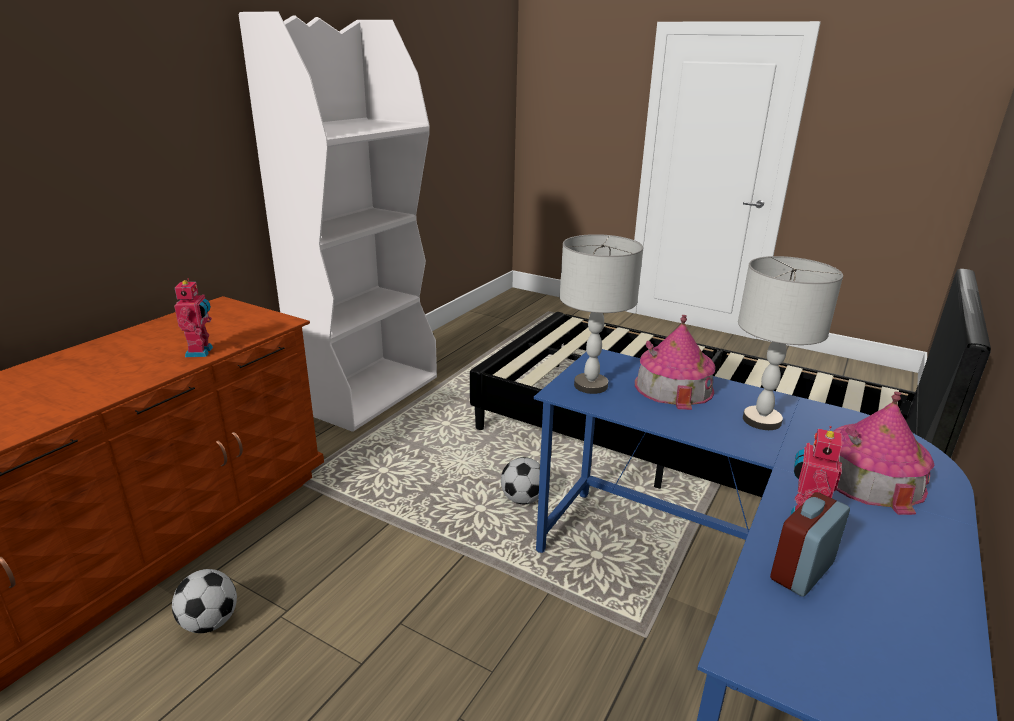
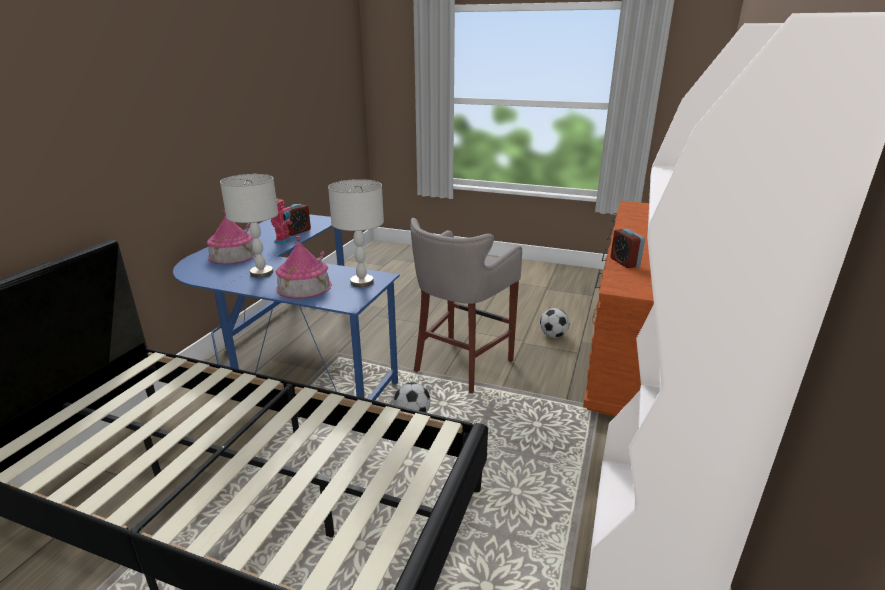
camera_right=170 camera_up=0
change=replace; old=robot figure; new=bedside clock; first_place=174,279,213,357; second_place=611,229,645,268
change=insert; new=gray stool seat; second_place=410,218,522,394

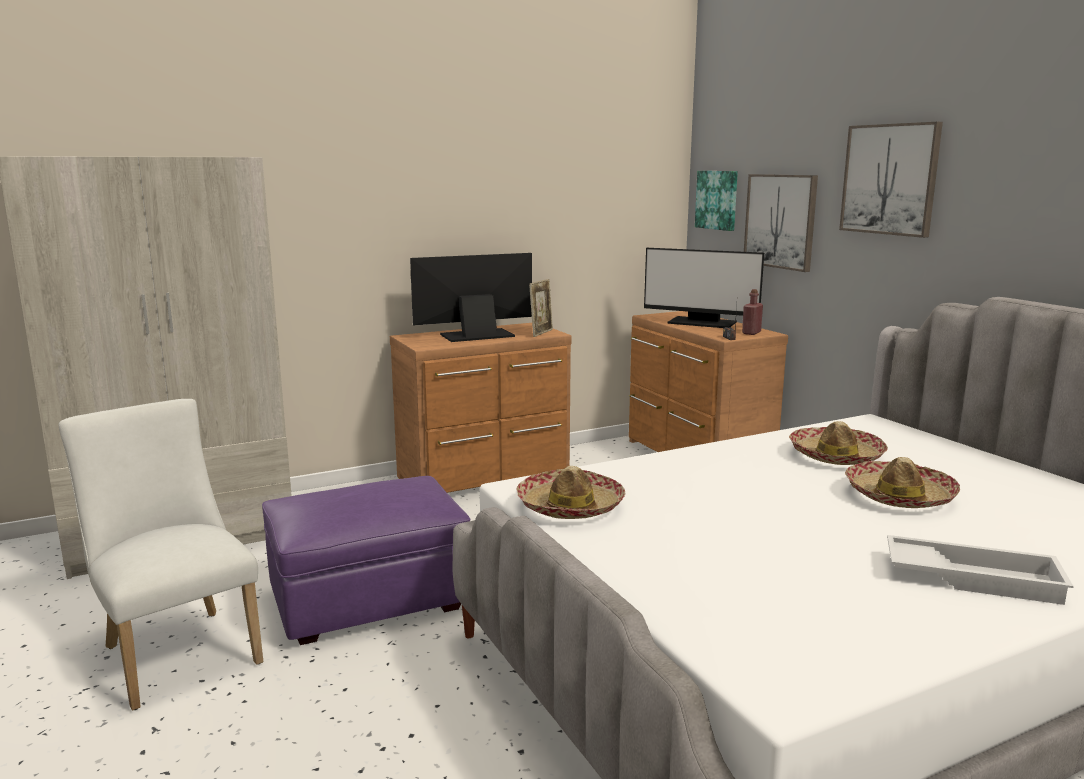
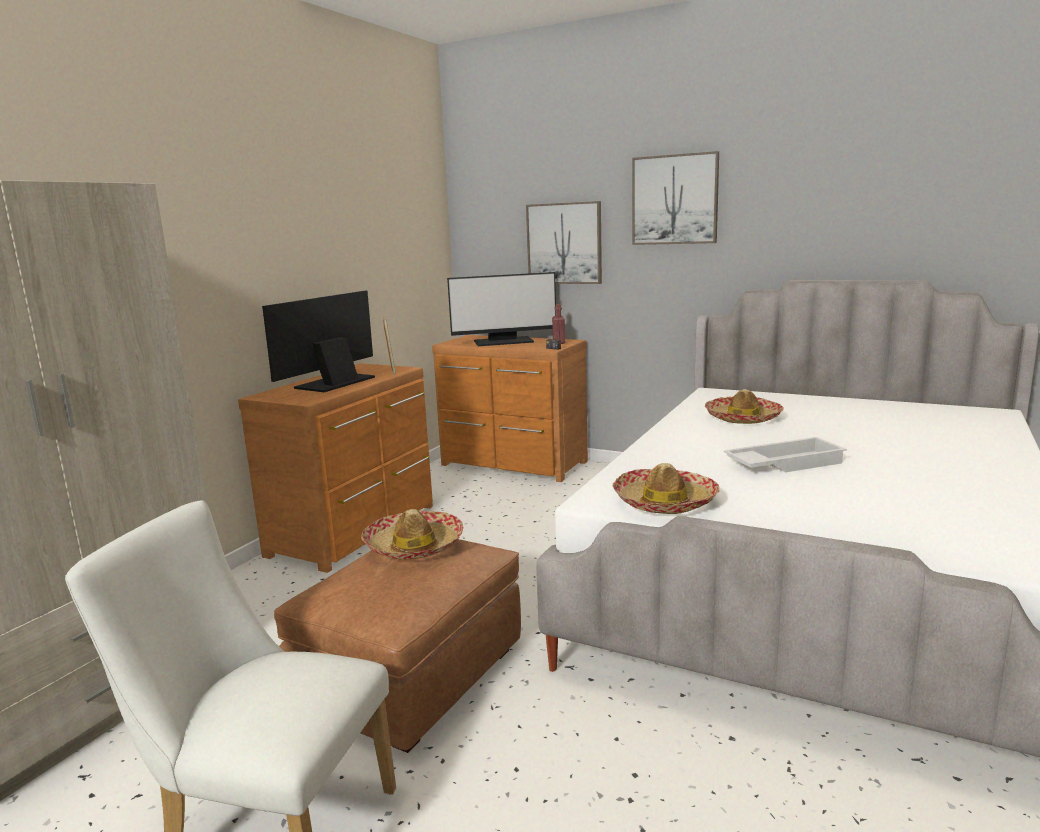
camera_right=-35 camera_up=0
change=recolor; old=purple-coloured ottoman; new=brown-coloured ottoman; first_place=262,476,470,645; second_place=274,539,521,753
change=delete; old=wall picture; first_place=695,171,738,231
change=move; old=wearable hat; first_place=845,457,960,508; second_place=361,509,463,560
change=move; old=white carrying tray; first_place=887,535,1074,605; second_place=723,437,847,472

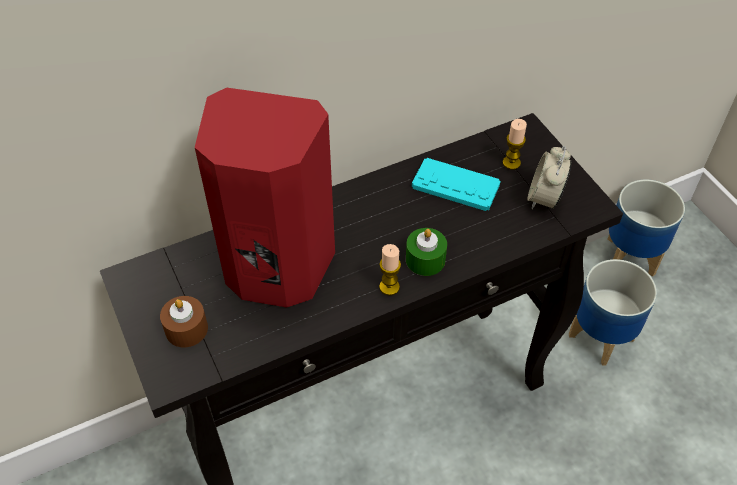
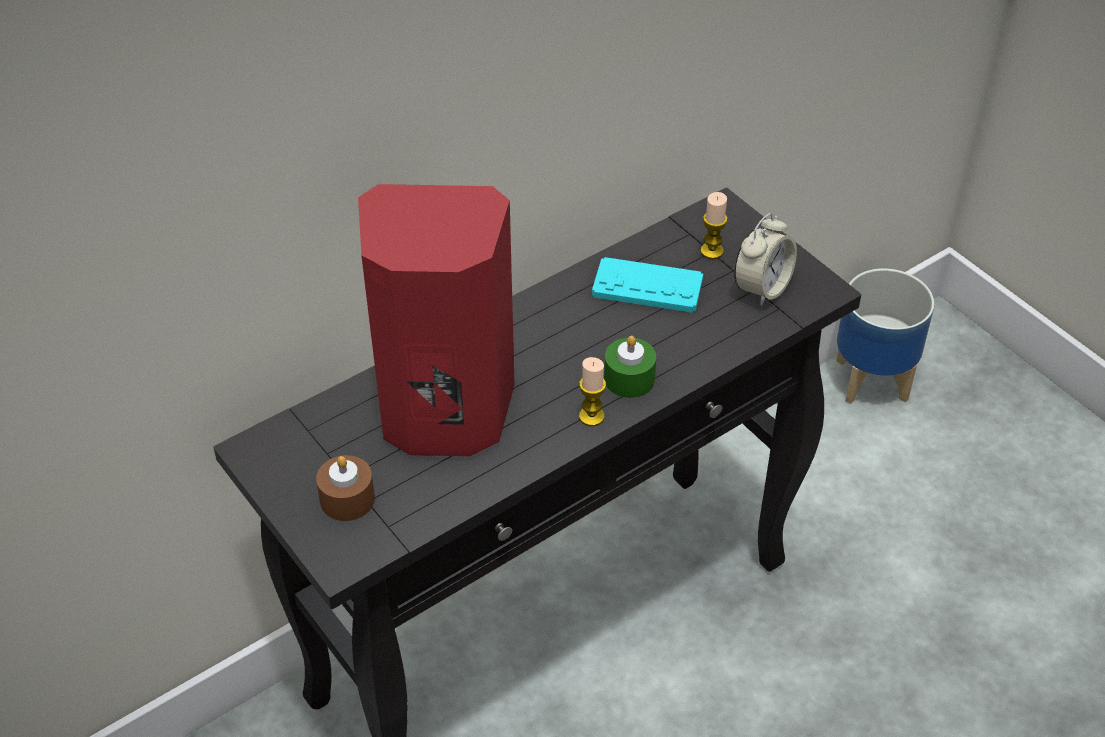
camera_right=-10 camera_up=-5
change=rotate; old=bedside clock; first_place=527,146,572,209; second_place=734,213,797,306; degrees=-150
change=delete; old=planter; first_place=569,259,657,366

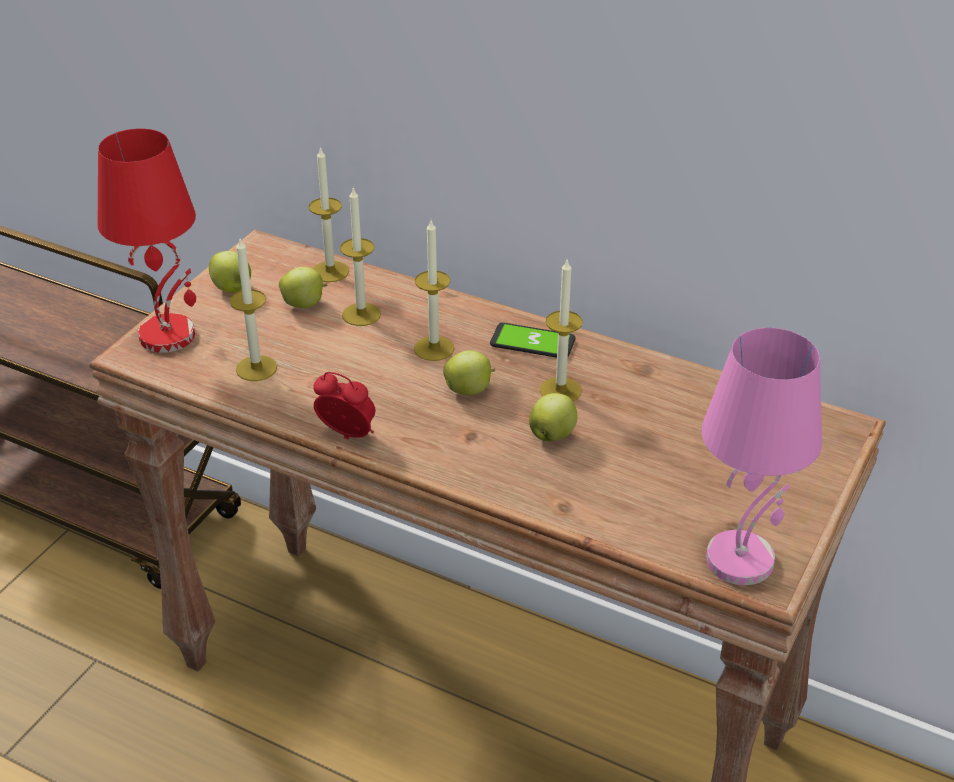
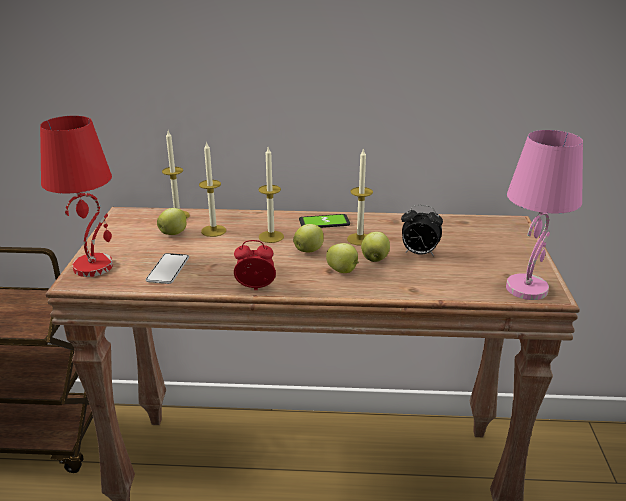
camera_right=-25 camera_up=-10
change=move; old=apple; first_place=209,251,251,293; second_place=326,243,359,273
change=replace; old=wax light; new=phone; first_place=229,239,277,381; second_place=146,253,189,284
change=insert; new=bedside clock; second_place=401,205,443,256

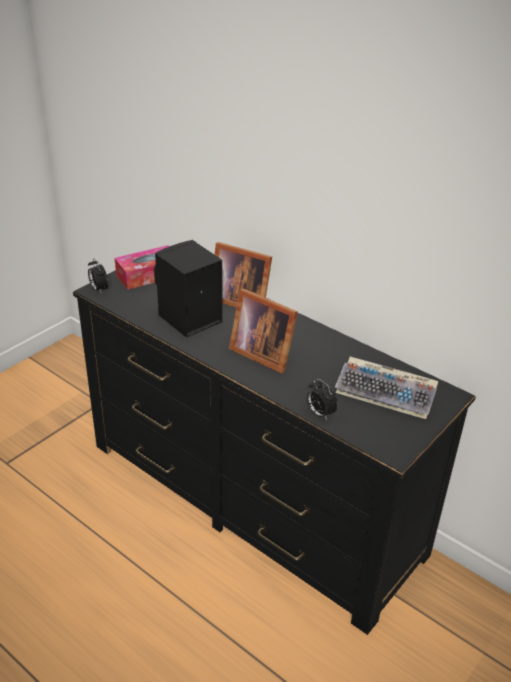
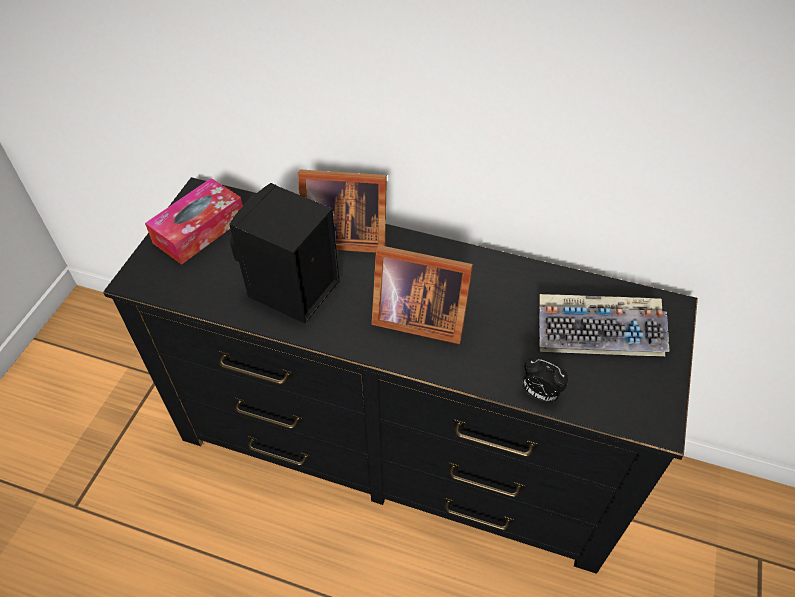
camera_right=-20 camera_up=15
change=delete; old=bedside clock; first_place=88,258,109,294

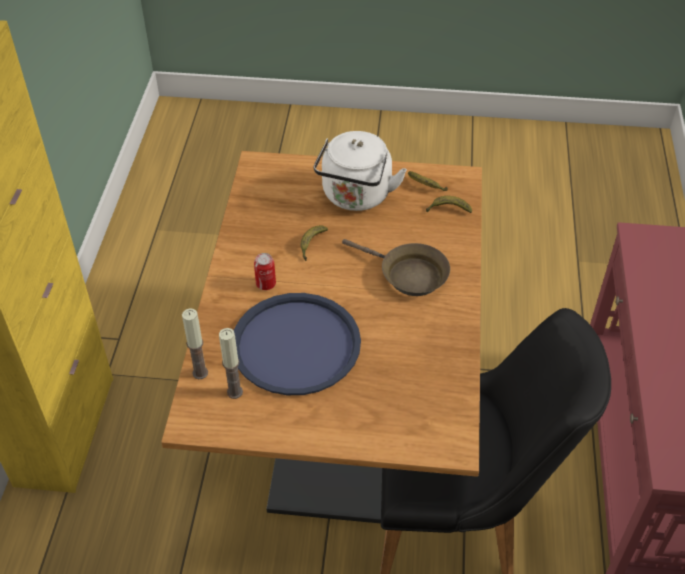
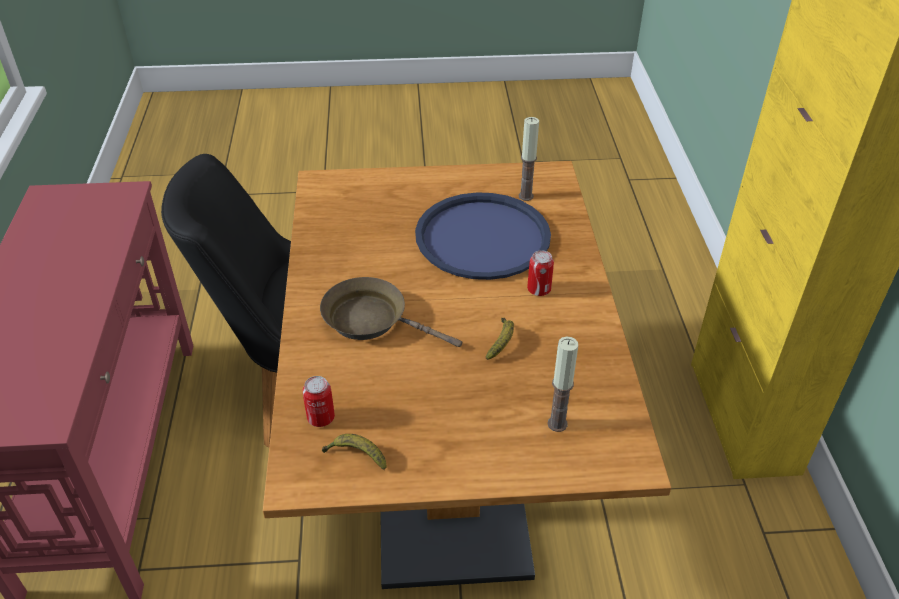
camera_right=170 camera_up=-5
change=move; old=wax light; first_place=182,309,208,379; second_place=547,336,578,432
change=delete; old=white tea kettle; first_place=314,131,407,211
change=replace; old=banana; new=metal can; first_place=426,196,472,213; second_place=303,376,335,427

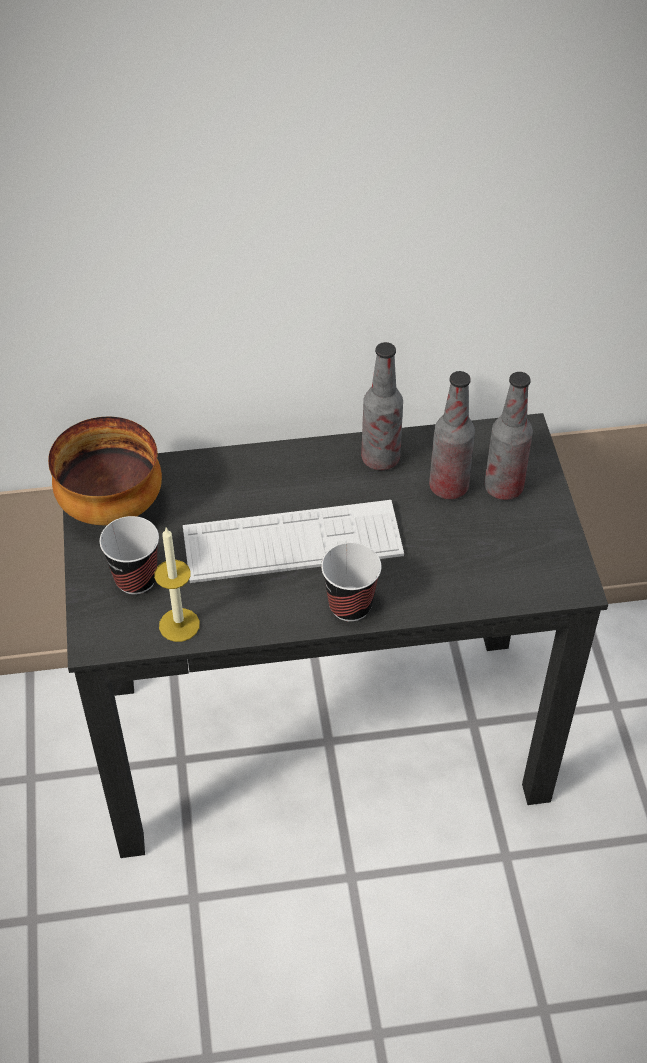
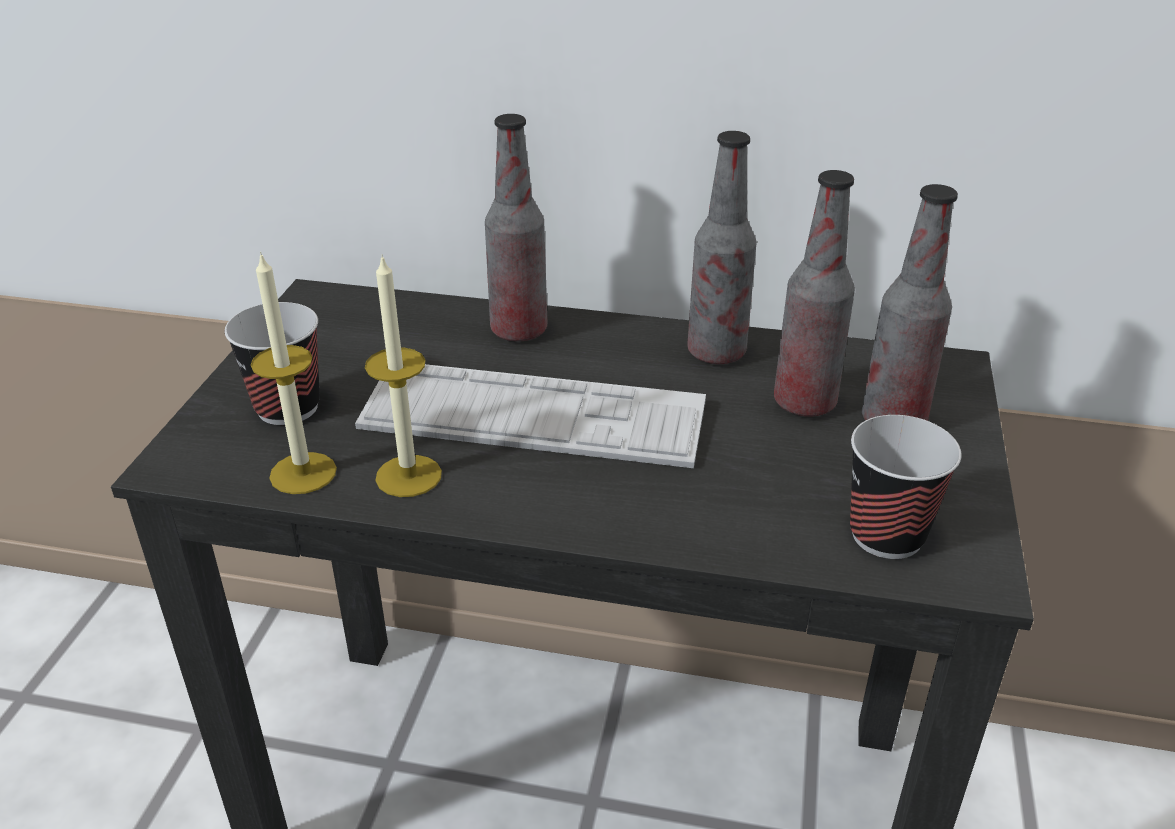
camera_right=20 camera_up=-15
change=delete; old=serving bowl; first_place=48,417,162,525
change=move; old=cup; first_place=321,542,381,622; second_place=850,415,962,559
change=insert; new=wax light; second_place=365,254,442,497
change=insert; new=beverage bottle; second_place=485,114,547,341

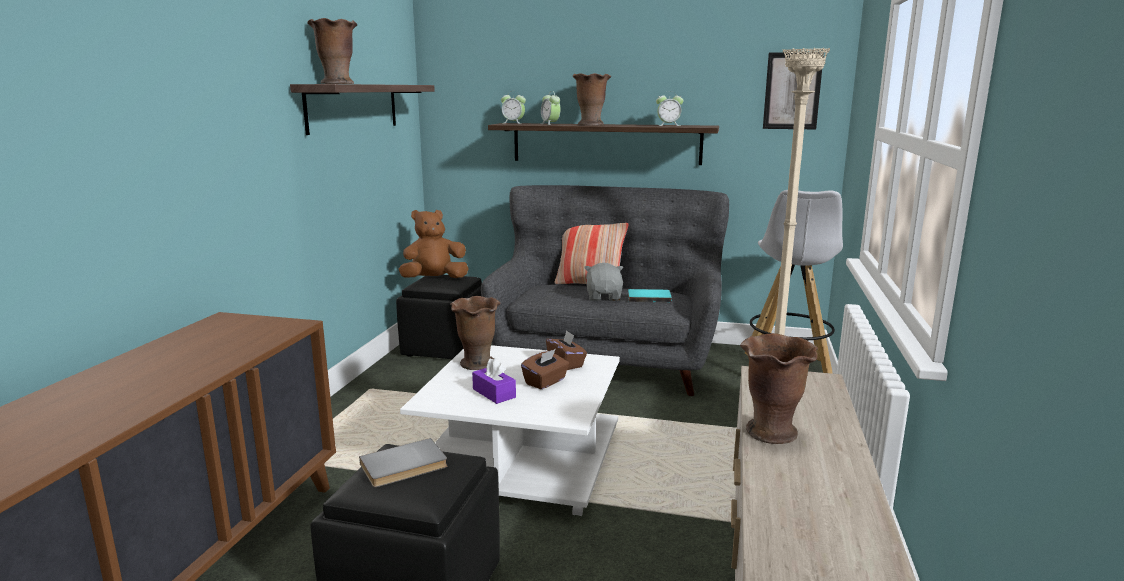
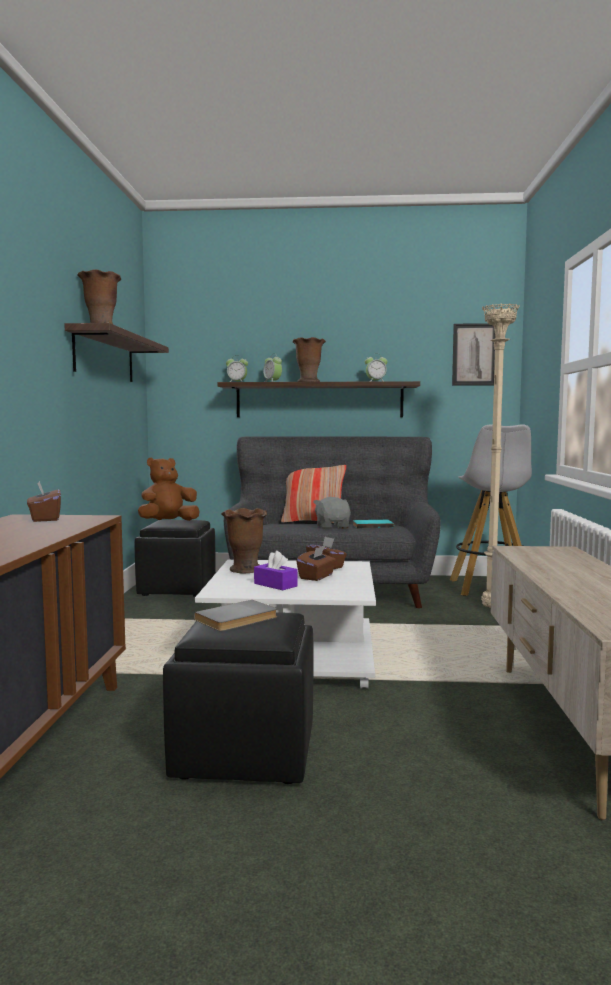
camera_right=-10 camera_up=-10
change=delete; old=brown-coloured decorative vase; first_place=740,333,818,444
change=insert; new=brown-coloured box of tissues; second_place=27,481,61,522

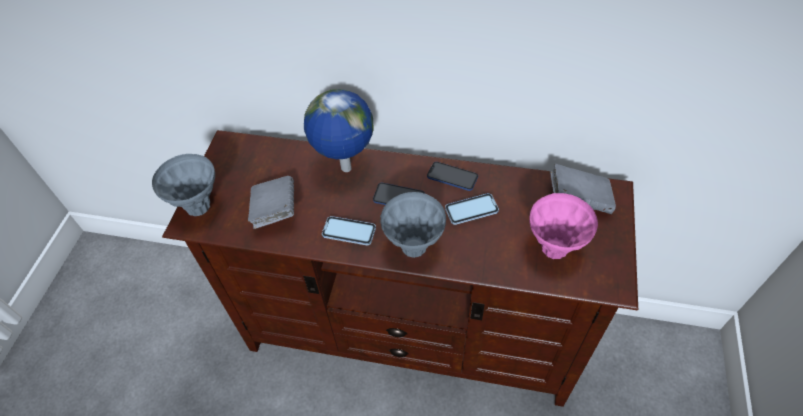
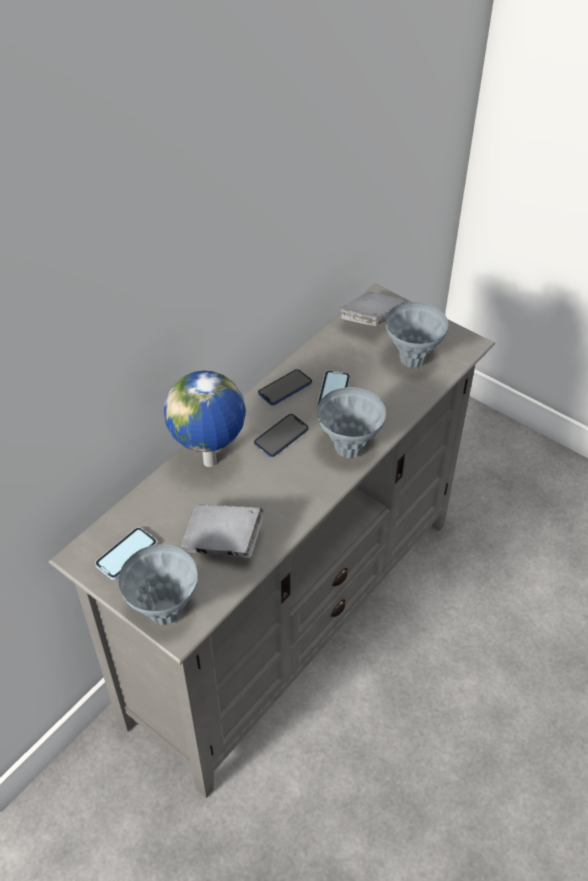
camera_right=-65 camera_up=-5
change=recolor; old=brown-coloured media console; new=gray media console; first_place=162,130,638,407; second_place=48,284,495,798
change=move; old=phone; first_place=322,216,376,245; second_place=95,527,157,580
change=recolor; old=pink-coloured decorative vase; new=gray decorative vase; first_place=529,193,598,259; second_place=385,302,448,368

